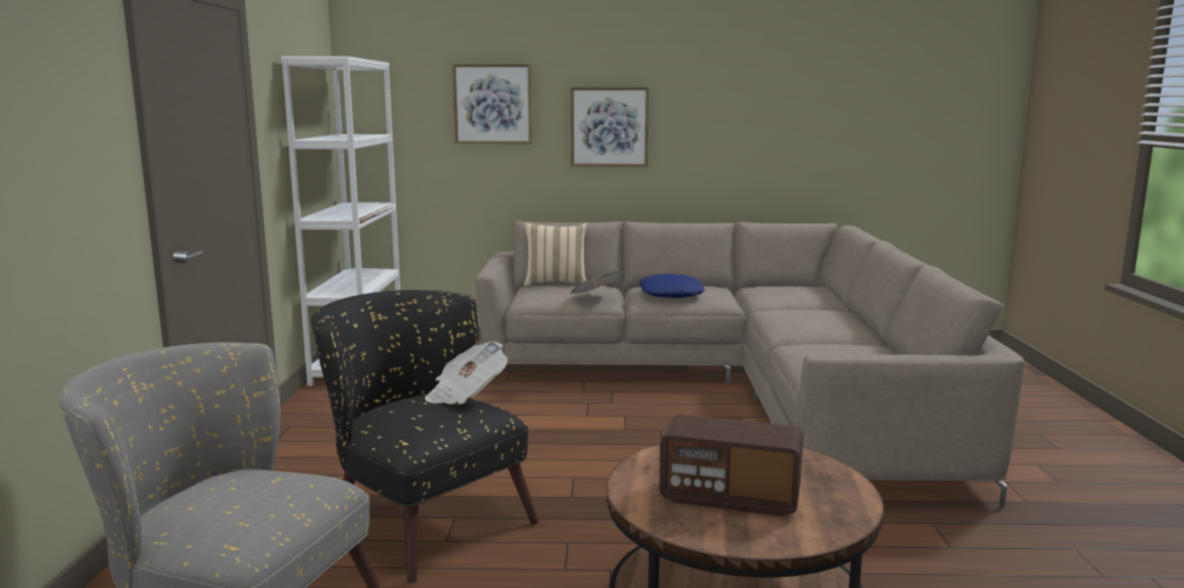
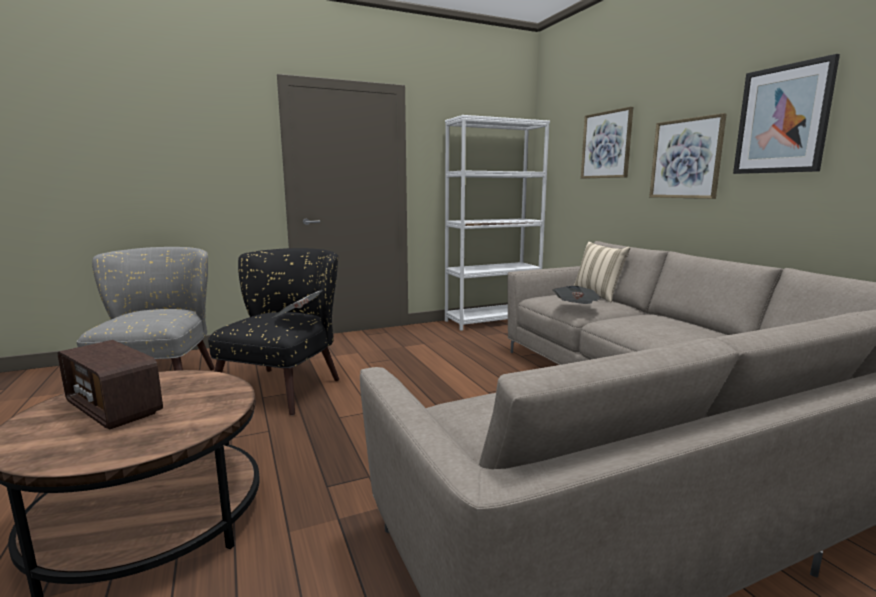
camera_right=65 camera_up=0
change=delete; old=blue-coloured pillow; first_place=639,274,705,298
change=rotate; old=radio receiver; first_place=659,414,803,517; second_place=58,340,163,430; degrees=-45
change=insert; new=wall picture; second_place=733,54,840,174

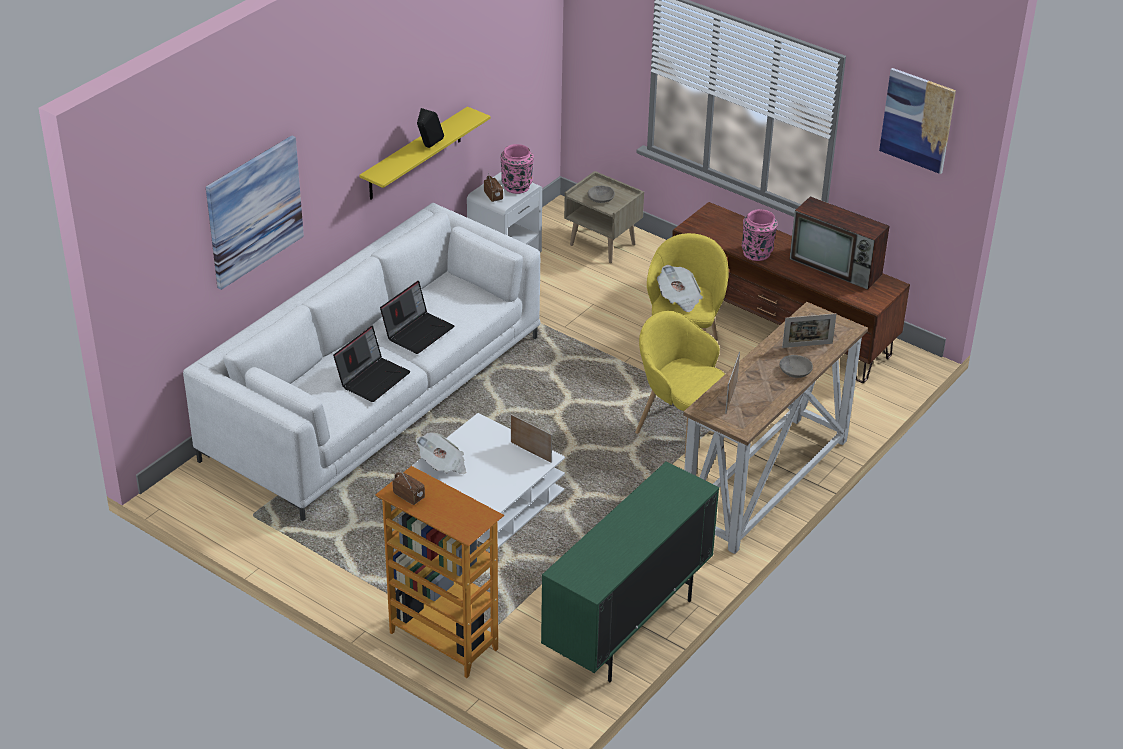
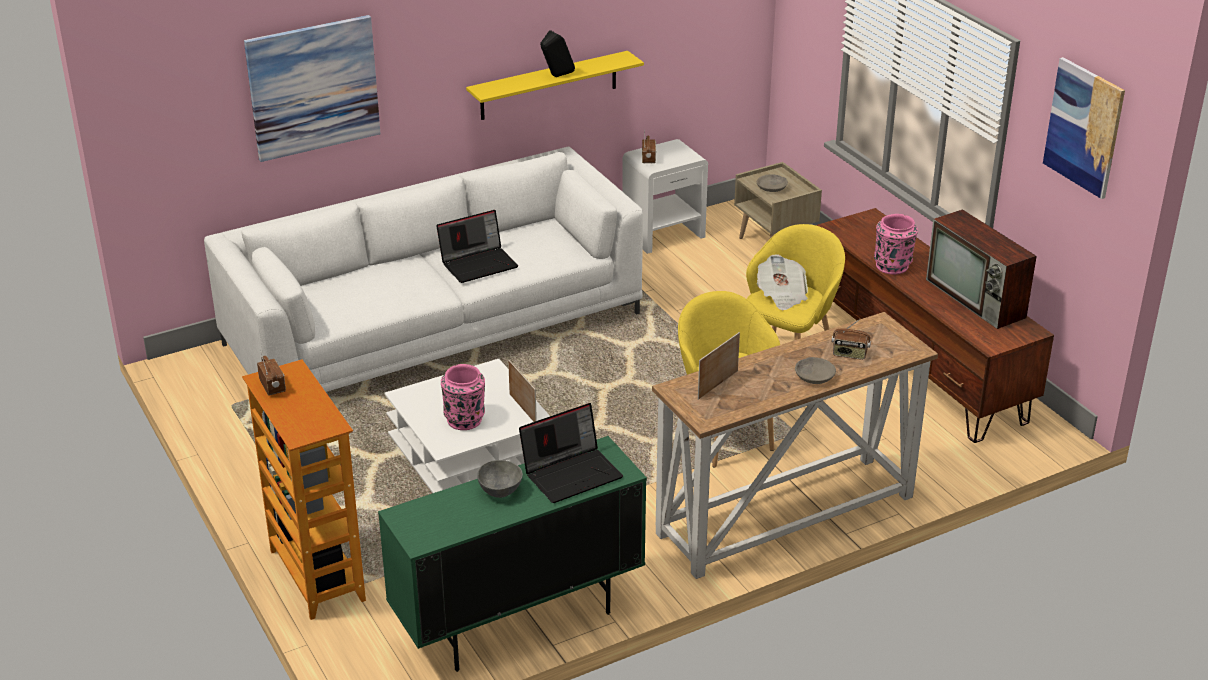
camera_right=25 camera_up=-5
change=move; old=portable computer; first_place=333,325,410,402; second_place=519,403,623,503
change=delete; old=printed paper; first_place=416,432,466,474
change=move; old=pink-coloured decorative vase; first_place=501,144,534,194; second_place=441,364,485,430
change=replace; old=photo frame; new=radio receiver; first_place=782,314,836,348; second_place=832,319,871,360
change=insert; new=gray serving bowl; second_place=477,460,523,498

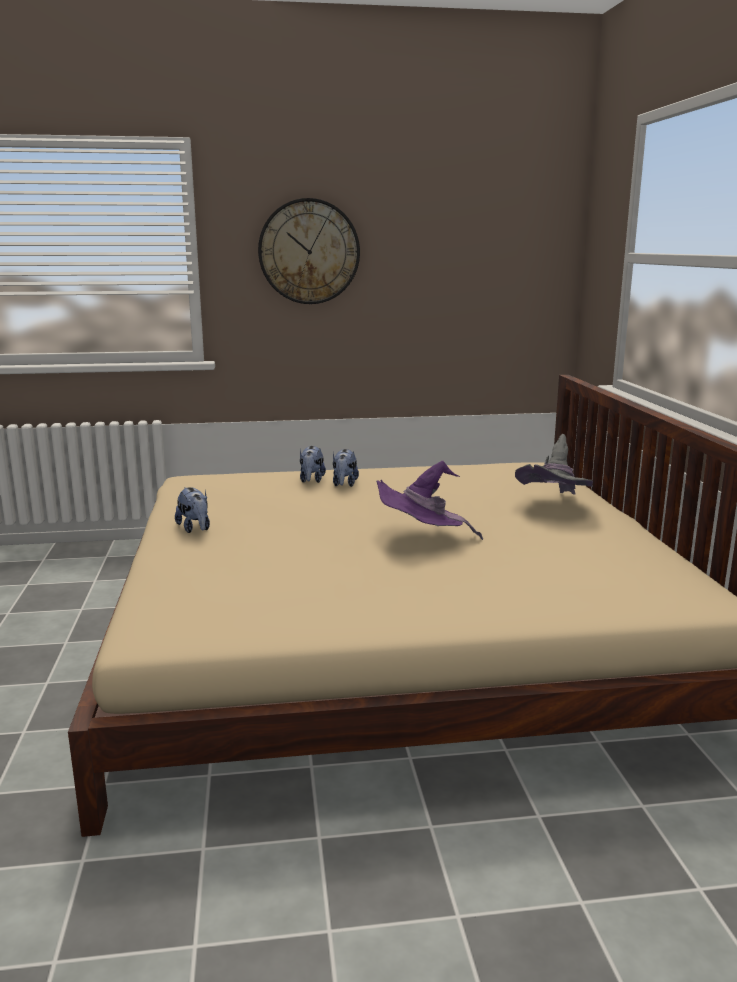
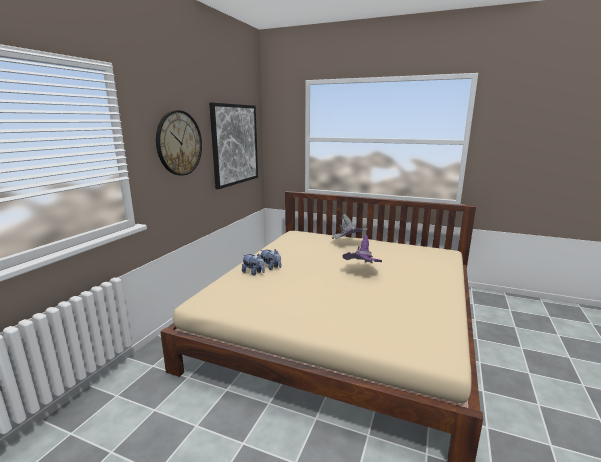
camera_right=-60 camera_up=0
change=delete; old=plush toy; first_place=175,487,210,533
change=insert; new=wall picture; second_place=209,103,258,189

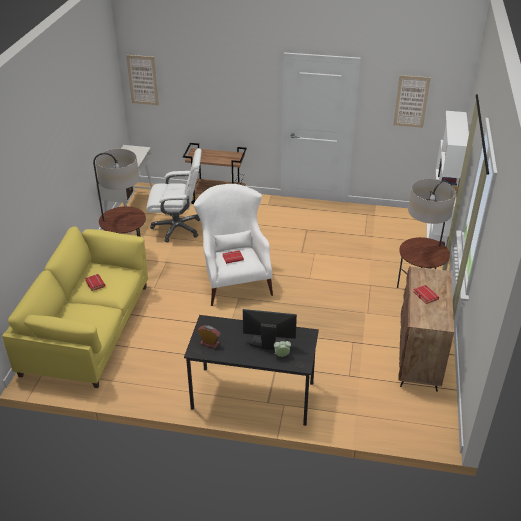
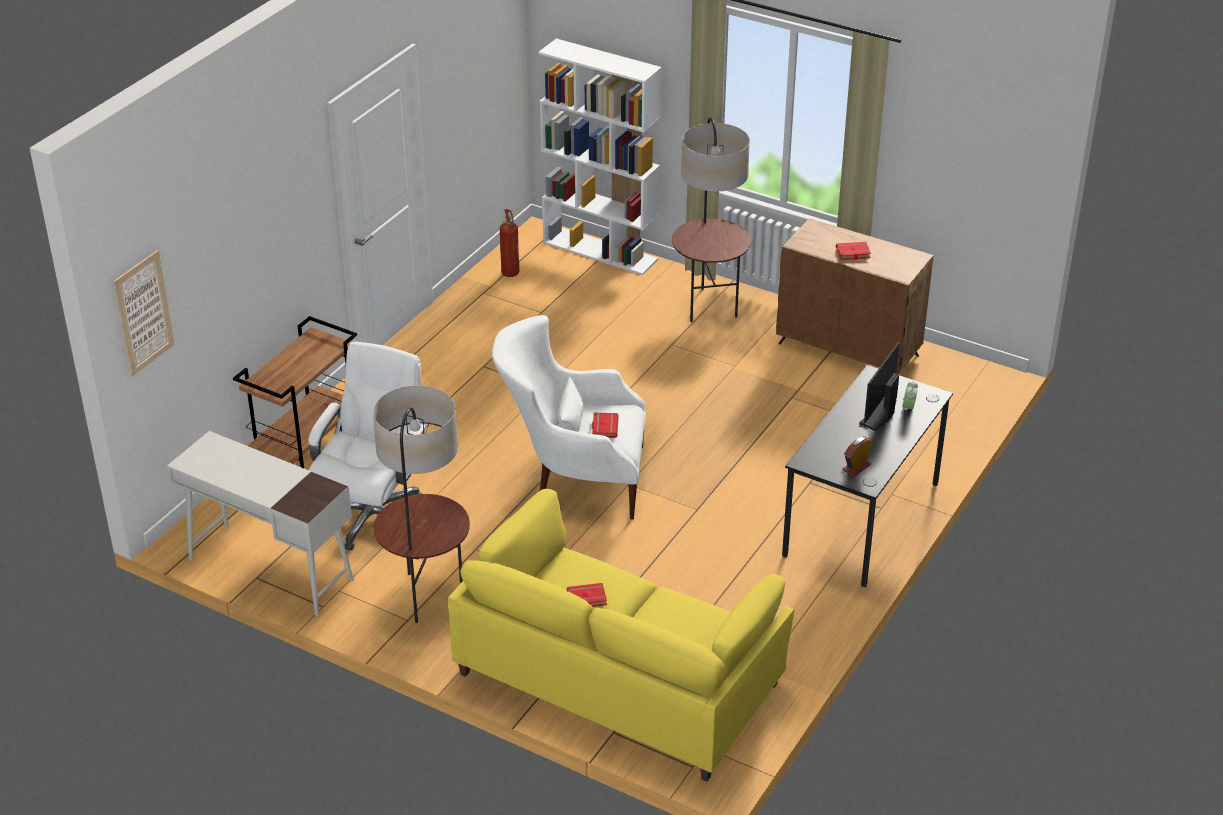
camera_right=-70 camera_up=0
change=delete; old=wall picture; first_place=393,75,431,128
change=insert; new=extinguisher; second_place=500,209,519,277

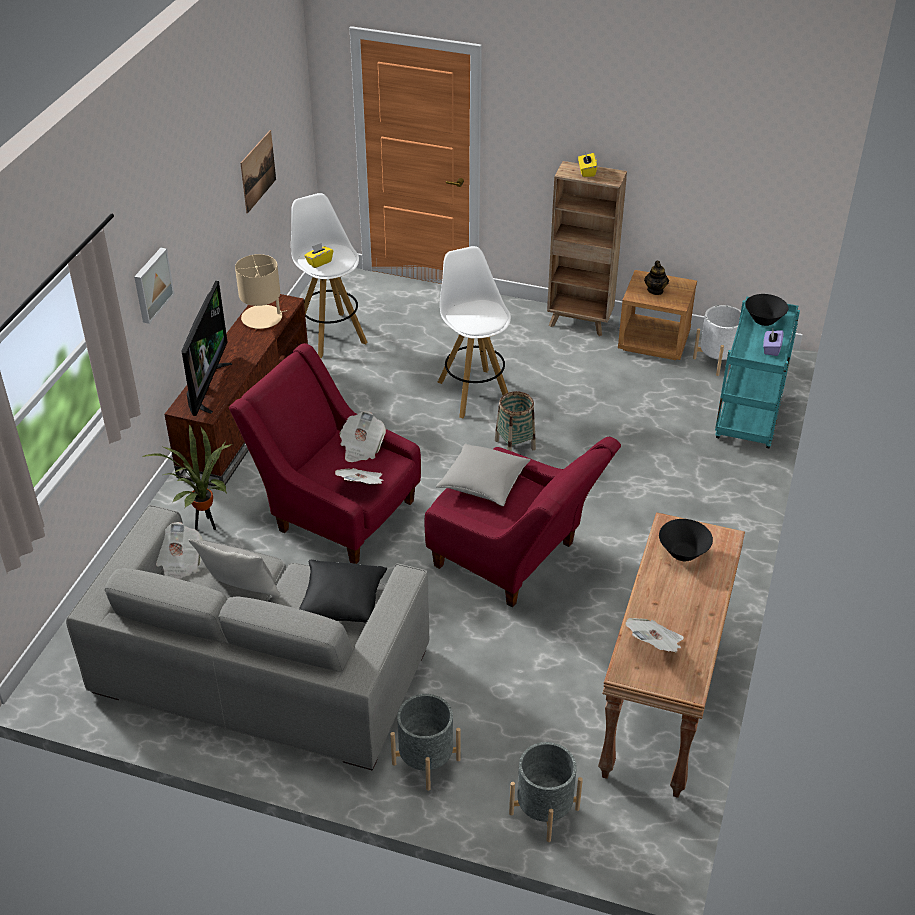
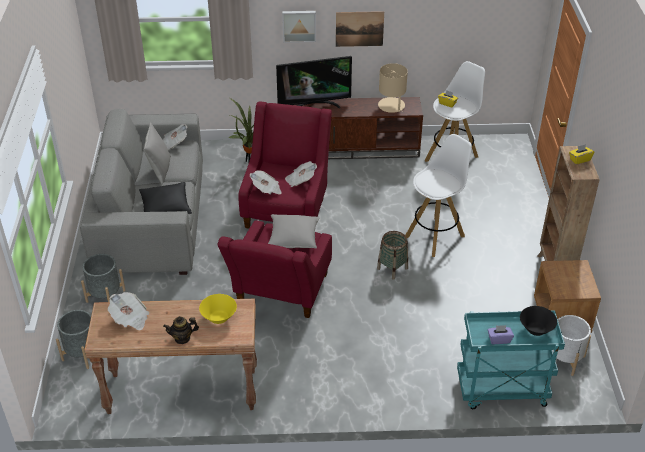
camera_right=70 camera_up=0
change=move; old=wall picture; first_place=240,130,276,214; second_place=336,11,384,47
change=move; old=tea pot; first_place=644,261,669,295; second_place=163,316,199,344
change=recolor; old=black serving bowl; new=yellow-coloured serving bowl; first_place=659,519,713,561; second_place=199,294,237,324

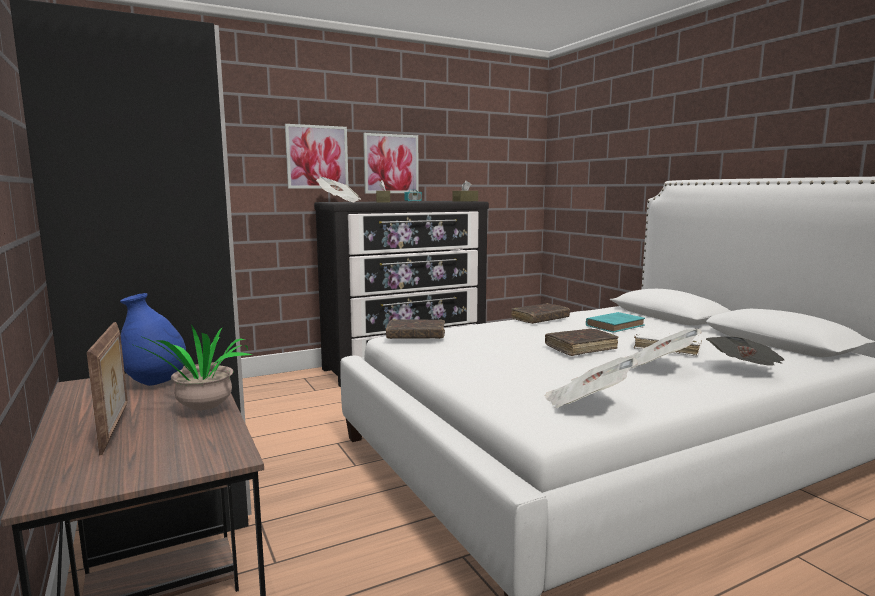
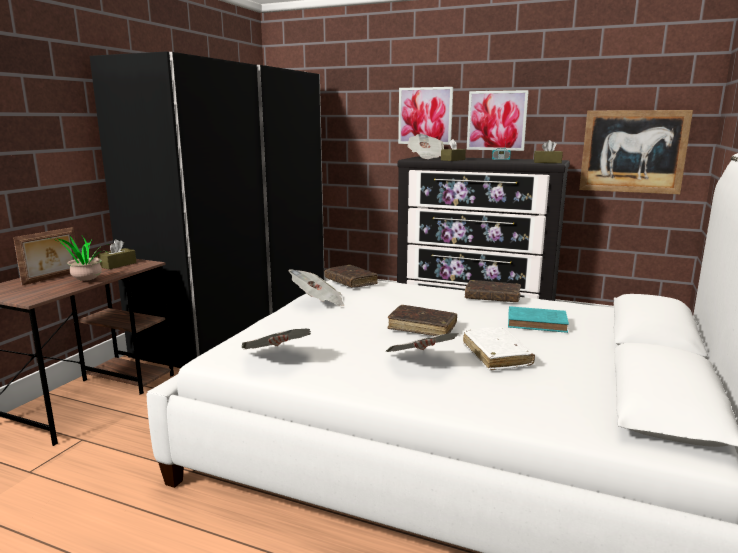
camera_right=50 camera_up=5
change=replace; old=blue-coloured decorative vase; new=brown-coloured box of tissues; first_place=120,293,186,386; second_place=98,239,136,269
change=move; old=printed paper; first_place=706,336,784,365; second_place=288,269,344,306
change=insert; new=wall picture; second_place=579,110,693,194

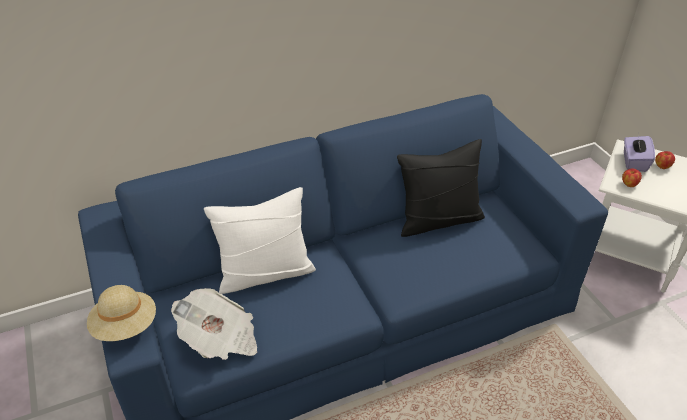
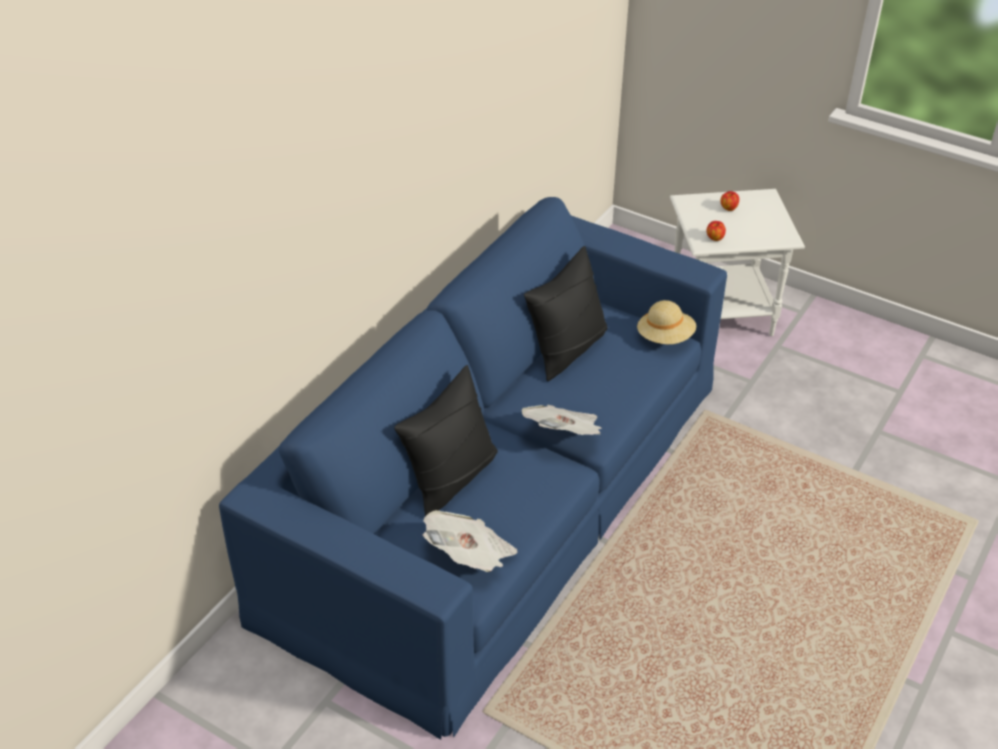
camera_right=-35 camera_up=0
change=move; old=sand-coloured wearable hat; first_place=87,285,156,341; second_place=637,300,696,344
change=recolor; old=white pillow; new=black pillow; first_place=204,187,316,294; second_place=394,365,498,516
change=delete; old=purple-coloured box of tissues; first_place=624,136,655,172
change=insert; new=printed paper; second_place=522,405,601,435

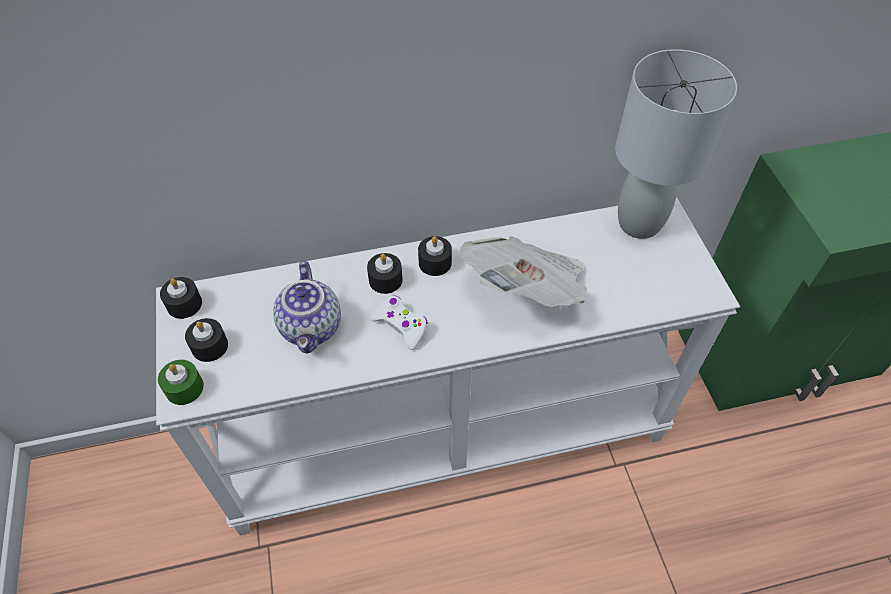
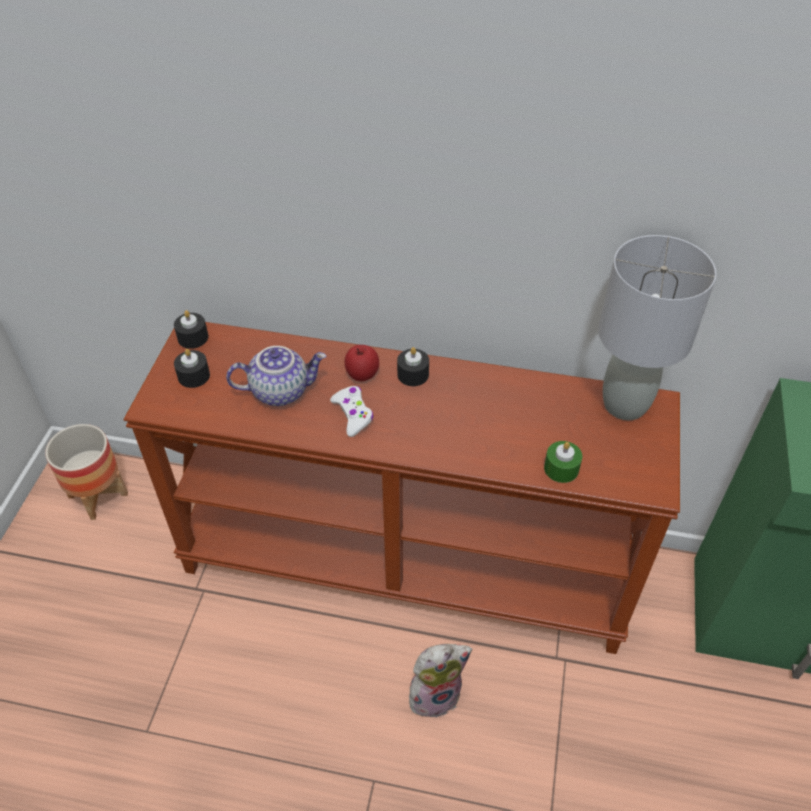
camera_right=25 camera_up=-5
change=recolor; old=white narrow table; new=brown-coloured narrow table; first_place=156,197,740,536; second_place=124,322,680,654
change=move; old=greenish wax light; first_place=158,360,204,405; second_place=544,441,582,483
change=rotate; old=tea pot; first_place=273,261,341,354; second_place=226,346,326,406; degrees=-120
change=replace; old=black wax light; new=apple; first_place=367,253,403,294; second_place=344,345,379,381
change=delete; old=printed paper; first_place=460,236,587,307
change=insert; new=planter; second_place=45,424,128,520
change=insert; new=plush toy; second_place=409,644,472,718

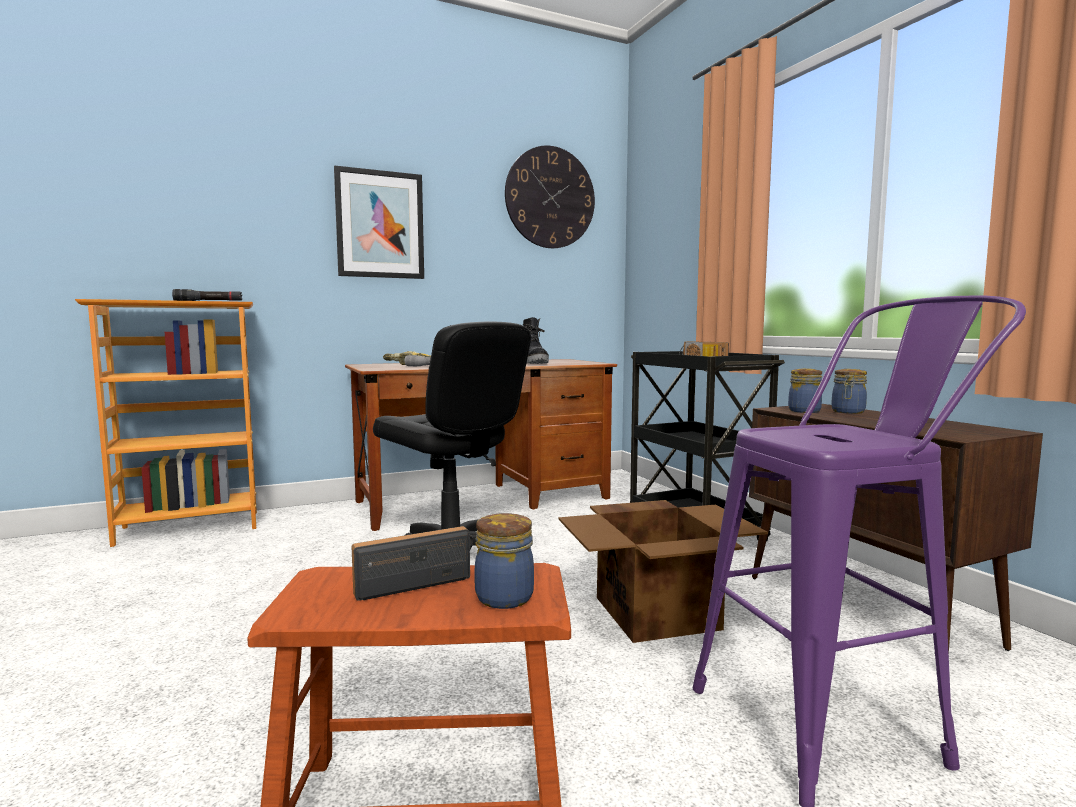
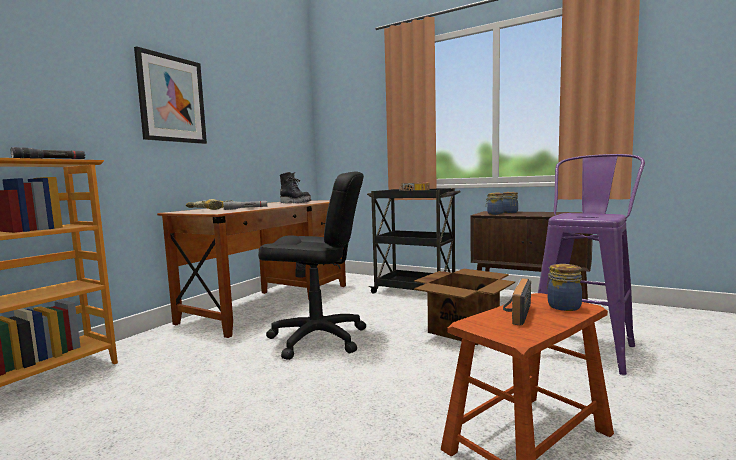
camera_right=-35 camera_up=0
change=delete; old=clock on the wall; first_place=505,146,595,248

